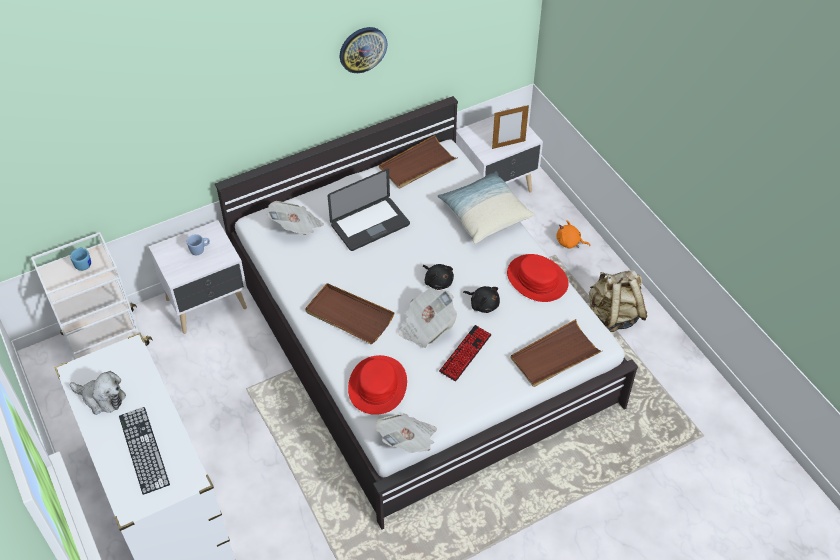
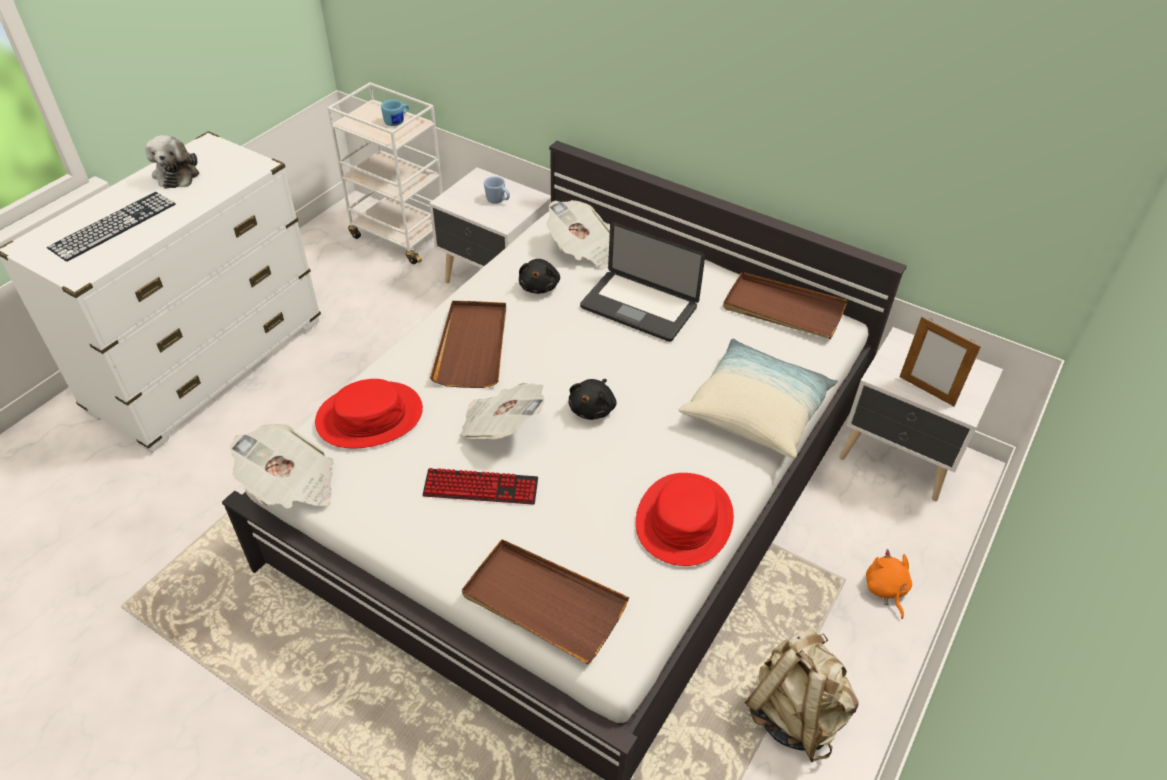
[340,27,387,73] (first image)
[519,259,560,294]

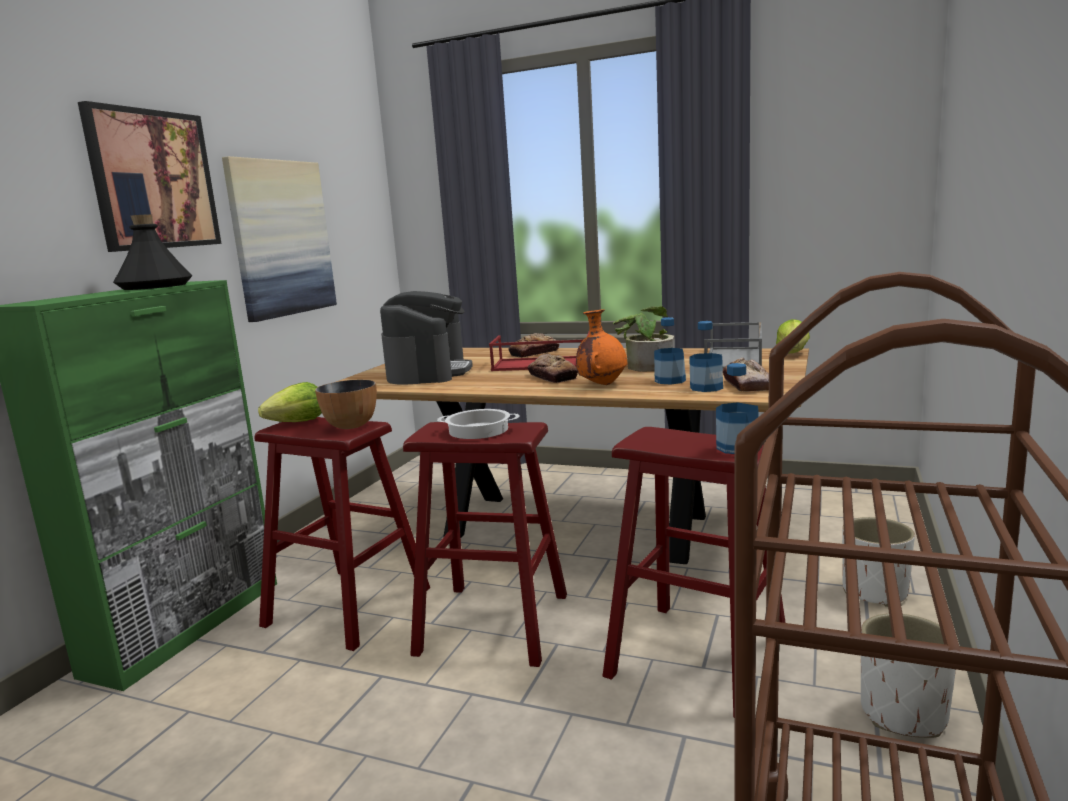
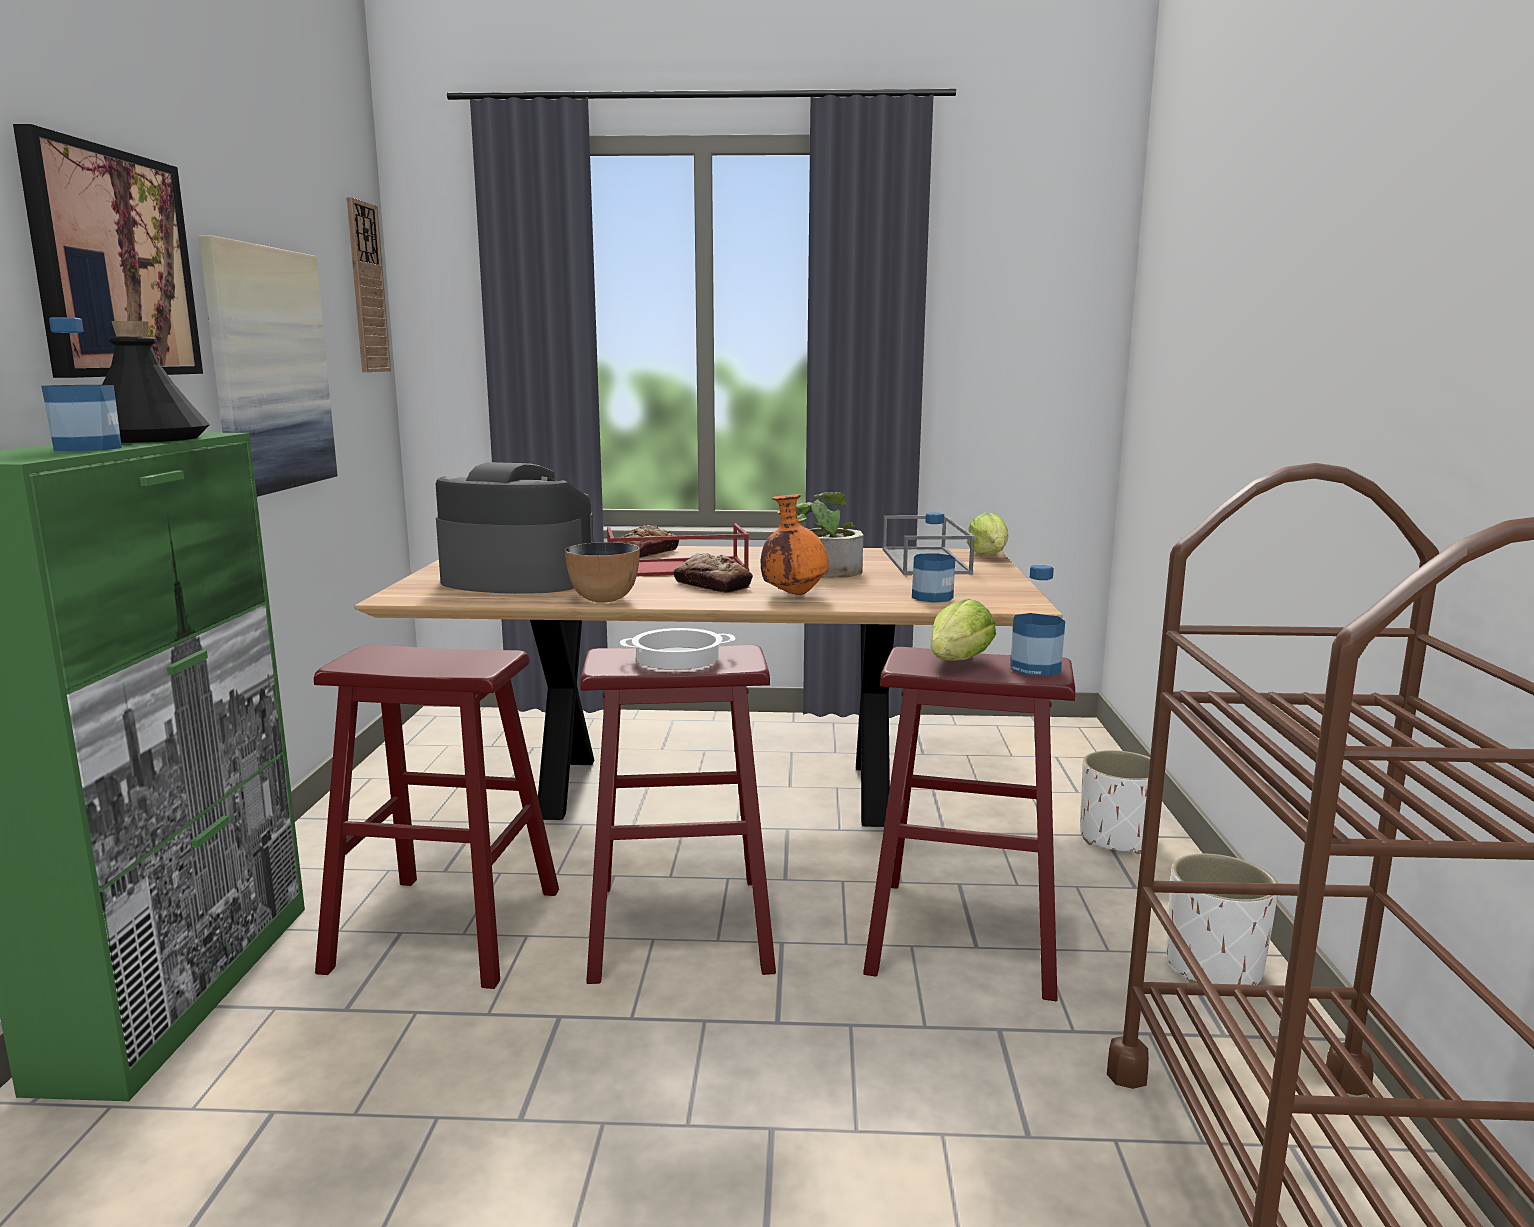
[930,598,996,661]
[565,542,640,602]
[436,462,594,594]
[41,317,122,451]
[723,358,769,392] (first image)
[347,197,391,372]

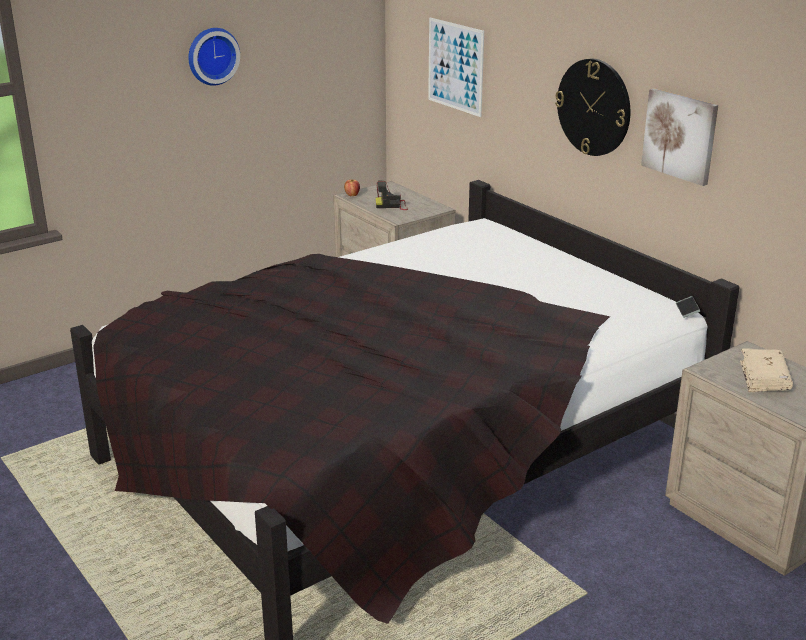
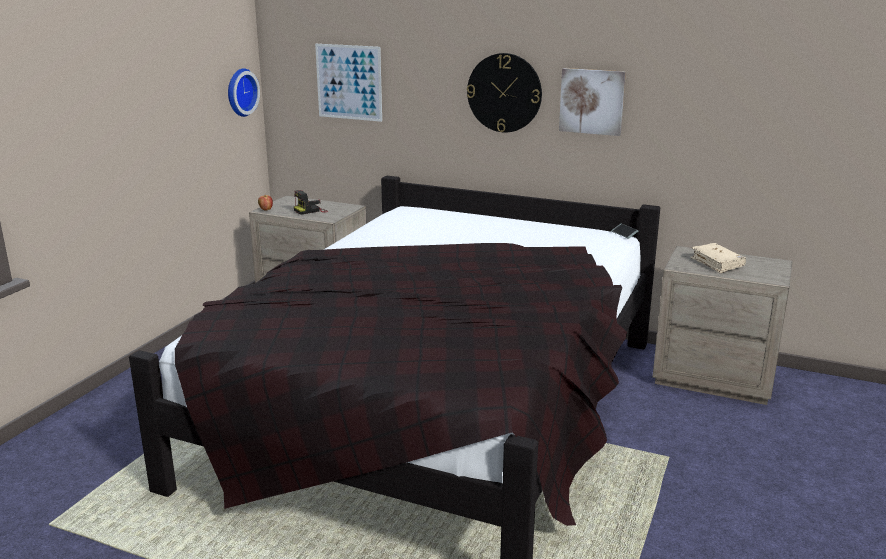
[228,68,260,117]

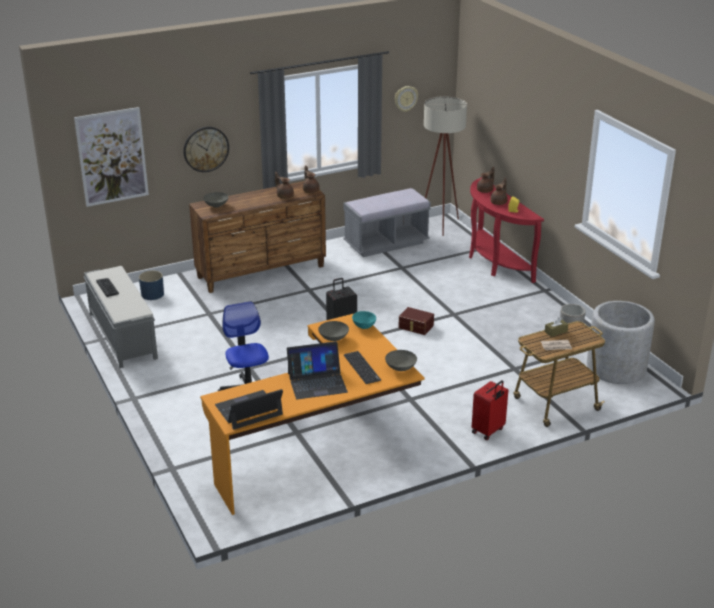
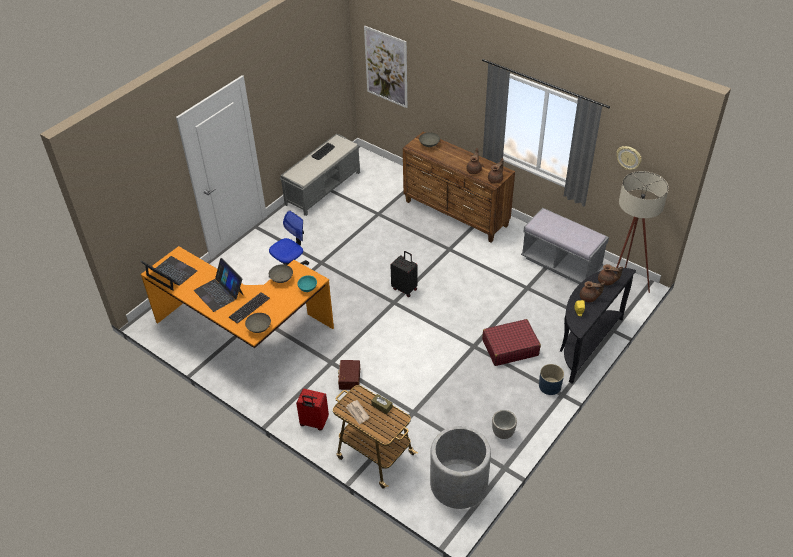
[539,364,564,395]
[183,127,229,172] (first image)
[338,360,360,390]
[560,268,636,384]
[482,319,541,366]

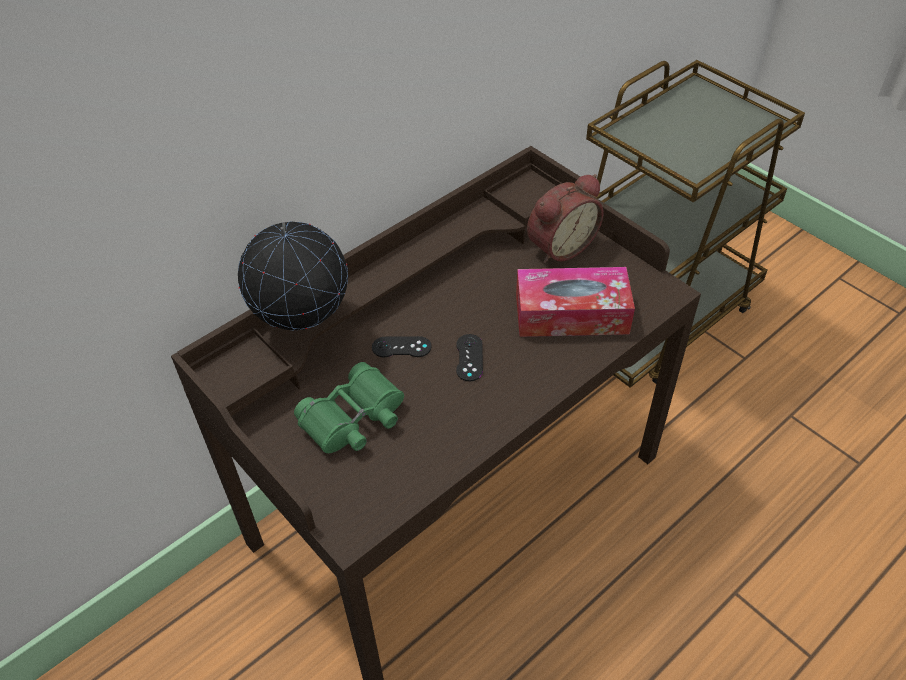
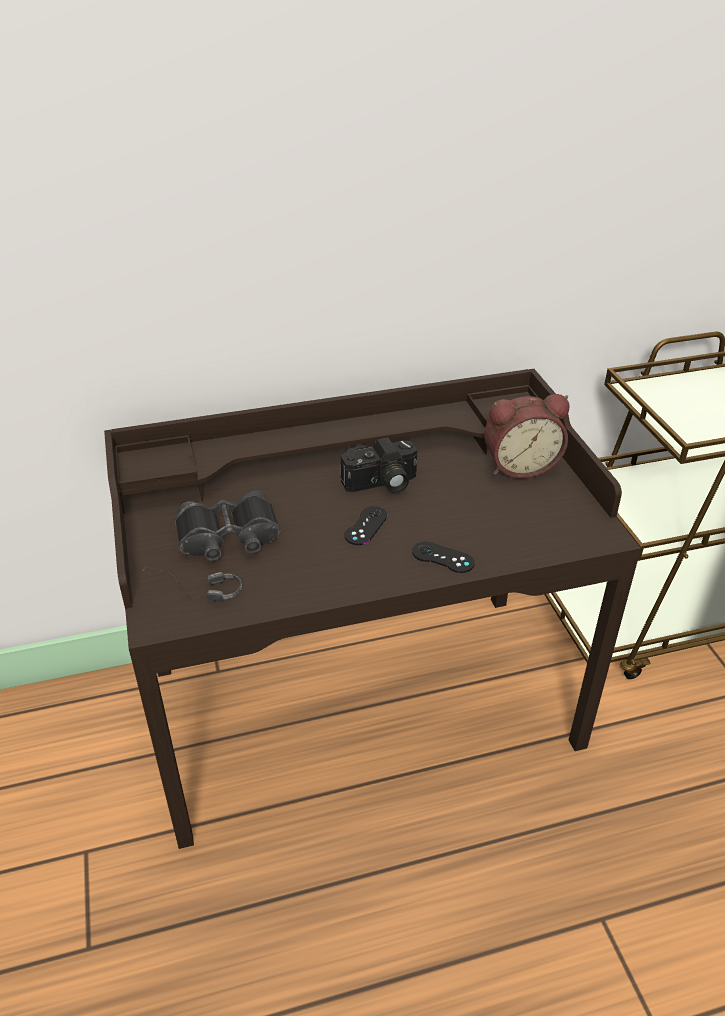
[238,222,348,330] (first image)
[175,490,280,561]
[412,542,475,573]
[516,267,635,337] (first image)
[142,566,242,601]
[341,437,417,493]

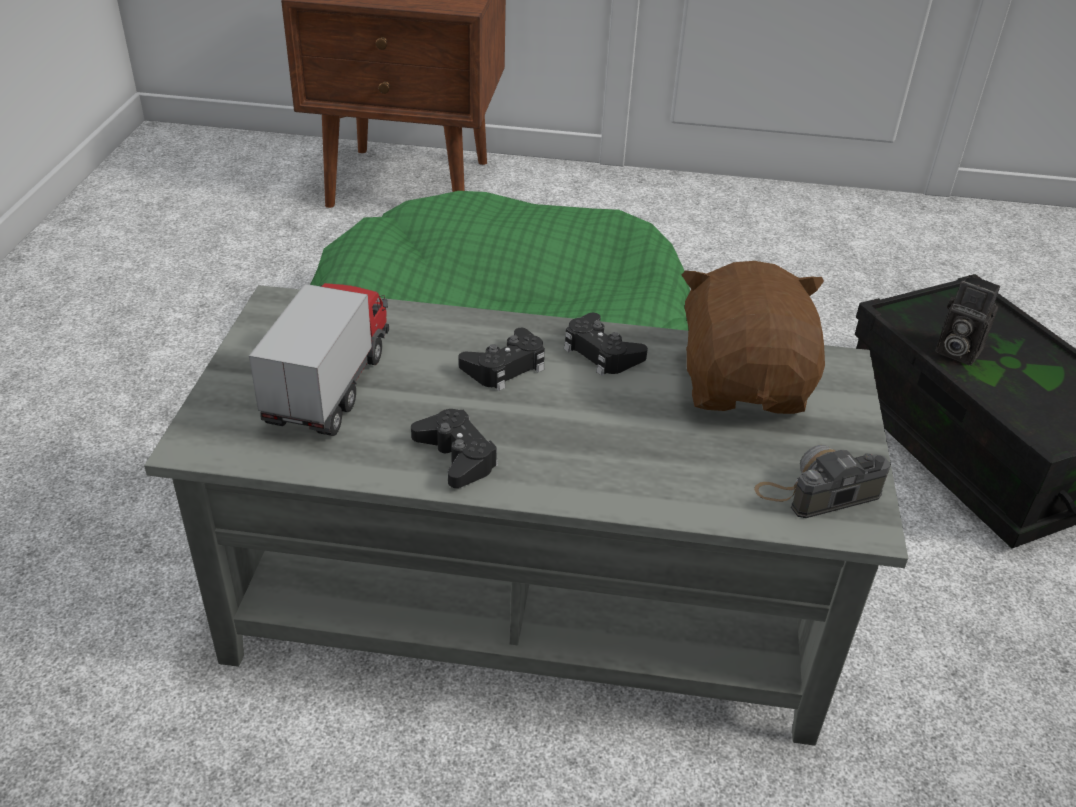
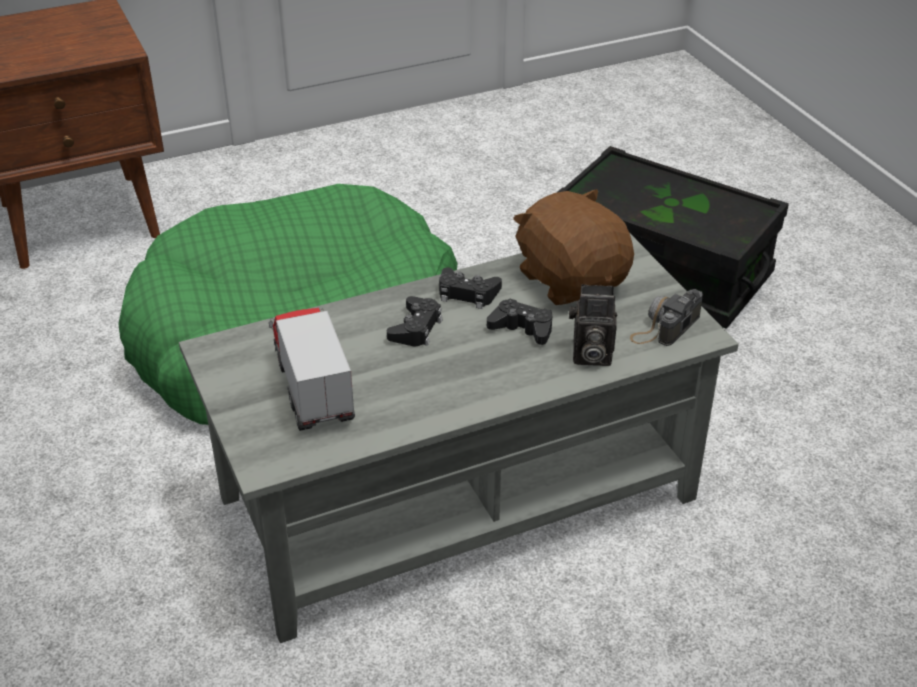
[487,298,552,345]
[569,284,617,366]

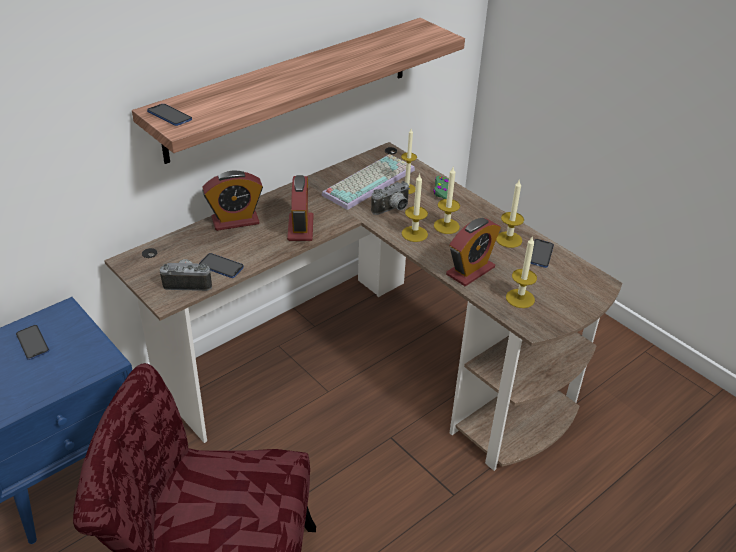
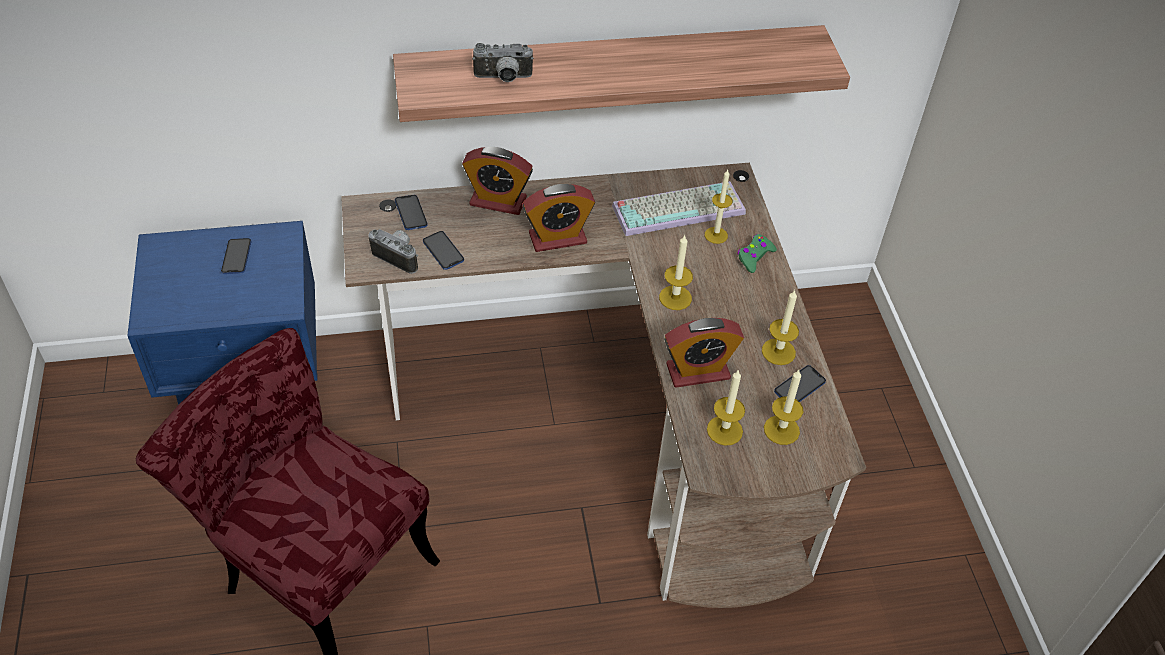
[395,195,428,230]
[523,184,595,252]
[472,43,534,82]
[764,370,803,445]

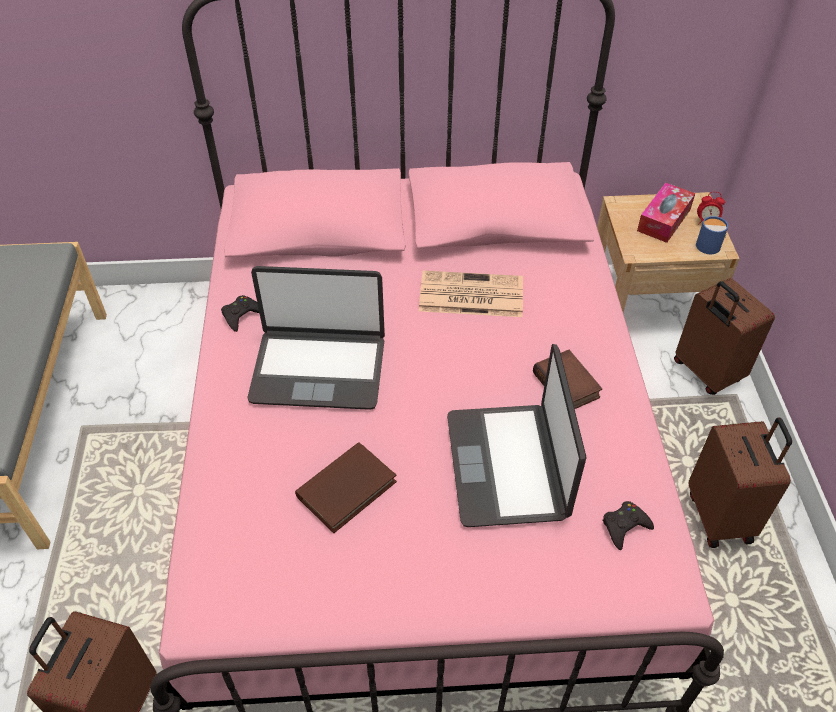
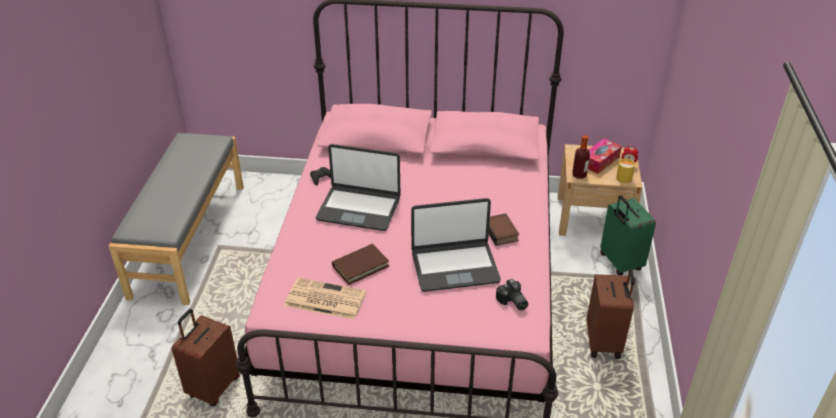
[285,278,366,320]
[411,198,501,292]
[496,279,528,310]
[600,195,656,275]
[616,159,635,183]
[572,135,590,179]

